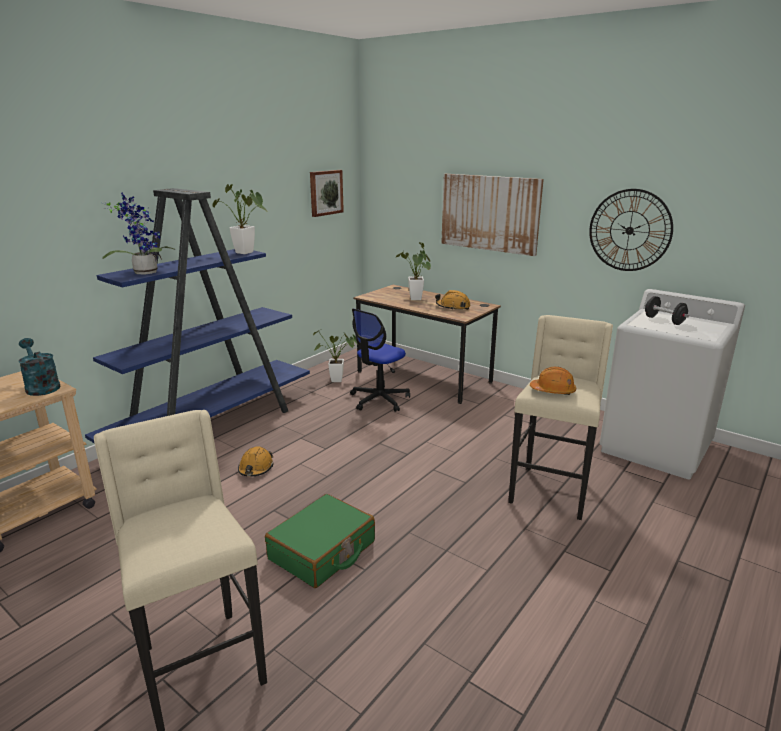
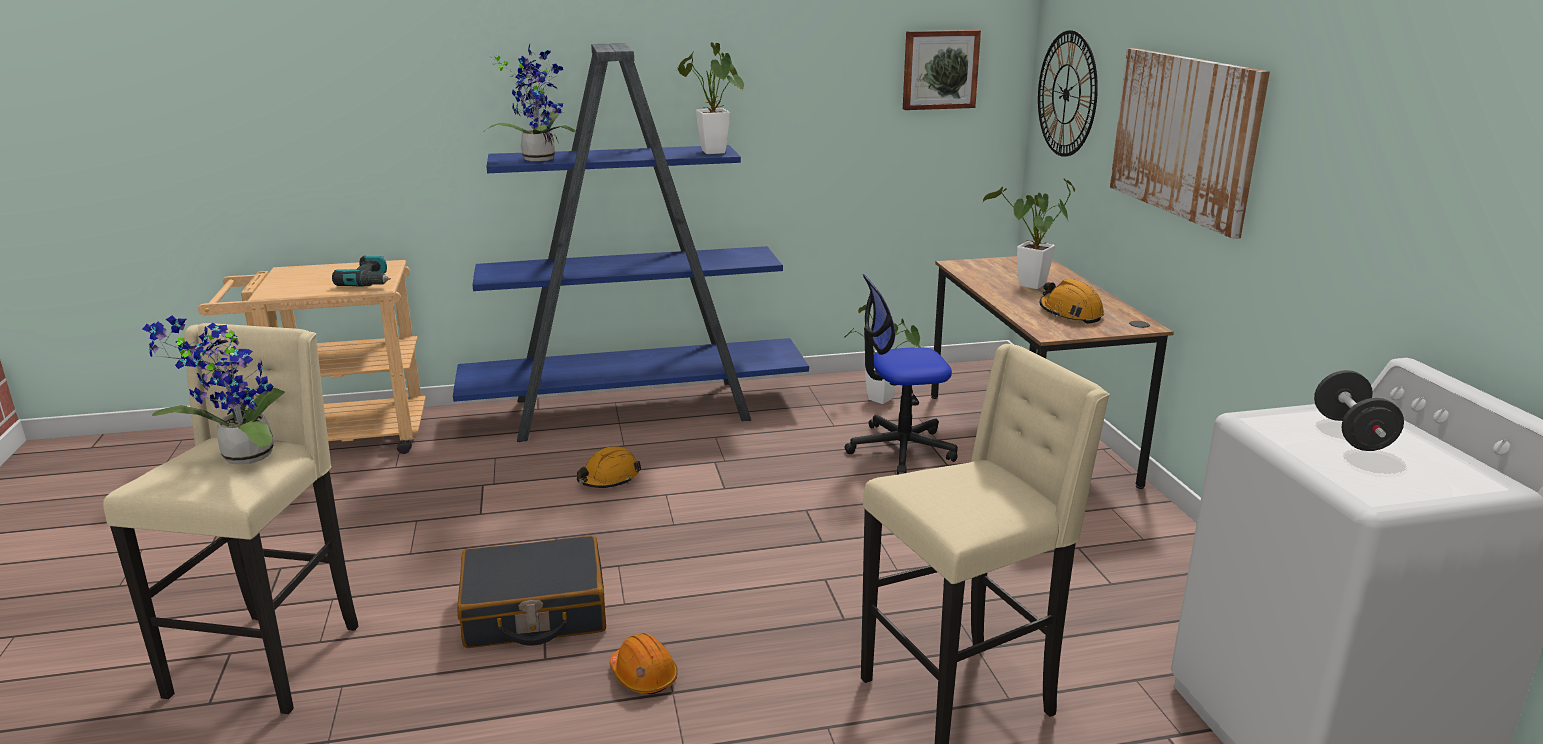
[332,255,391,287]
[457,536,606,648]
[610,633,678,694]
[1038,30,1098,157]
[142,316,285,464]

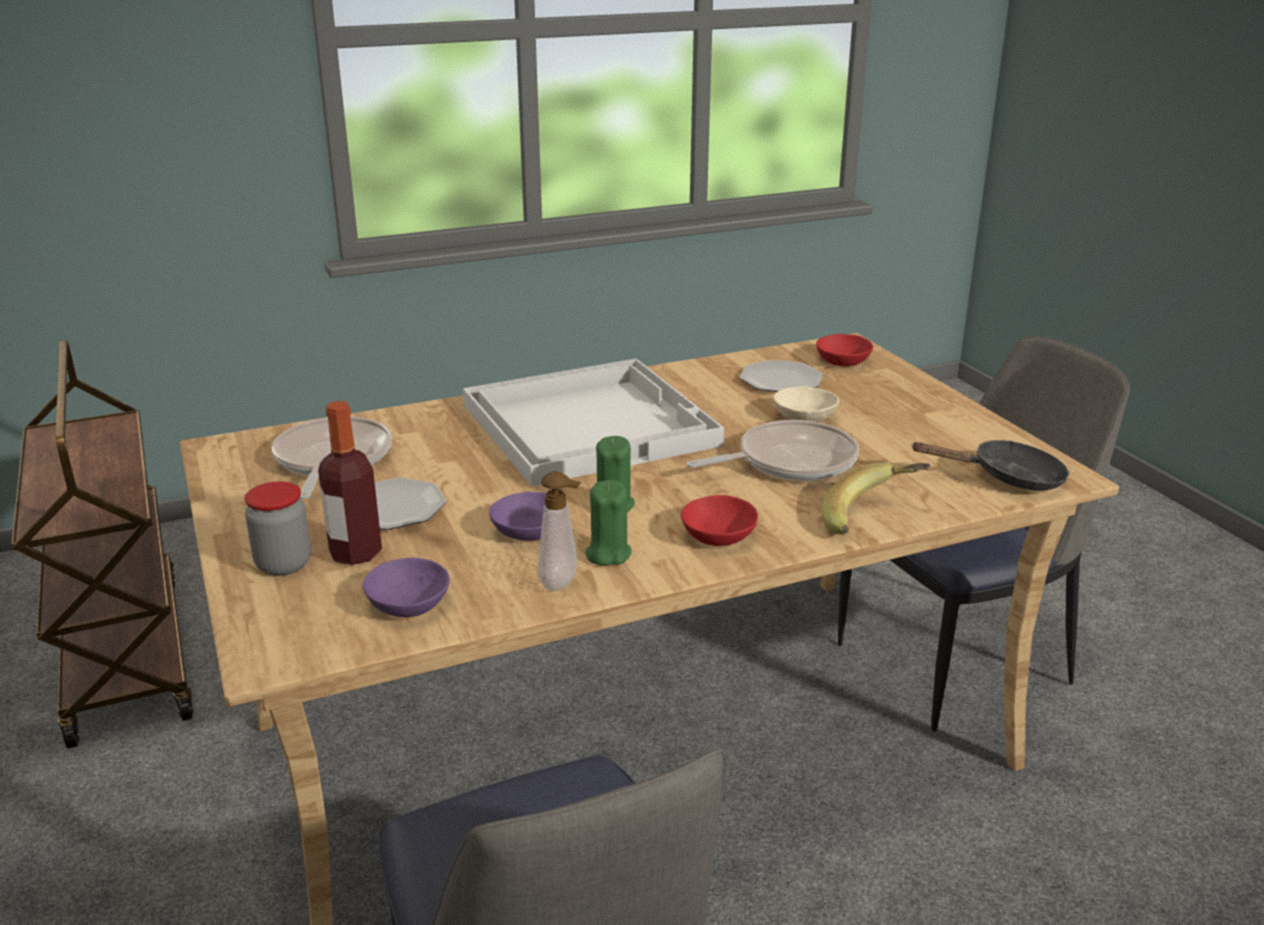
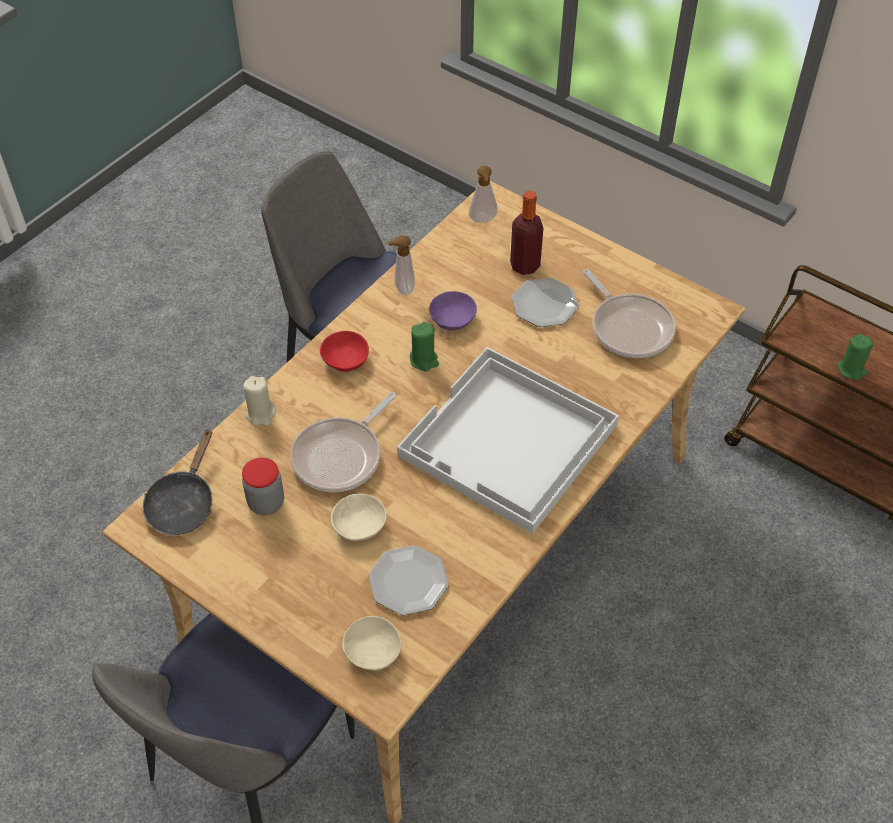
[242,457,284,515]
[362,558,450,617] (first image)
[837,334,874,380]
[342,616,401,671]
[243,376,276,426]
[143,428,212,535]
[469,166,498,223]

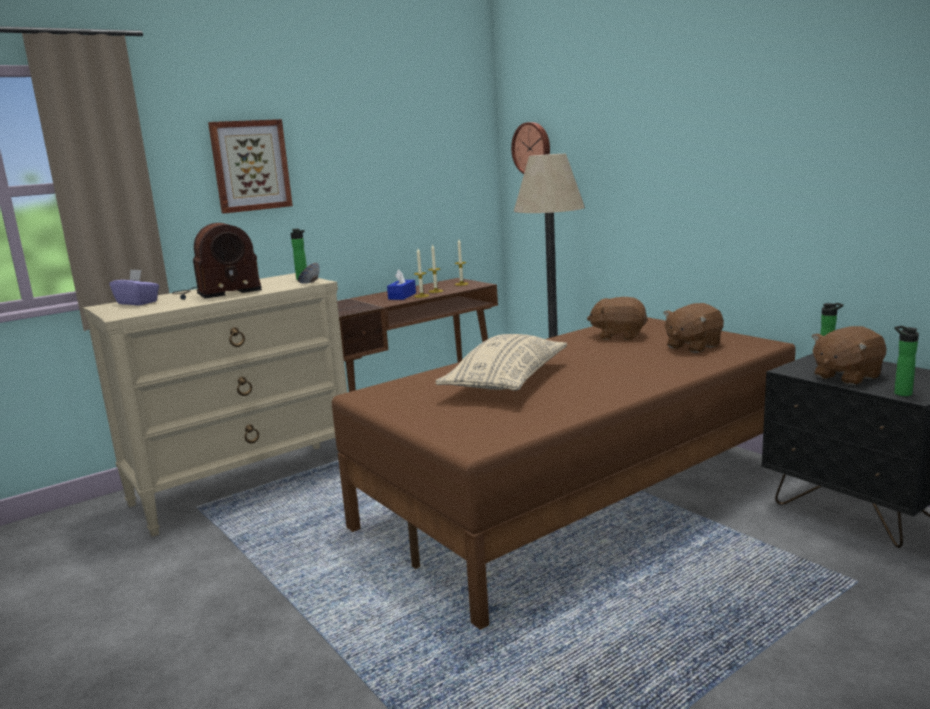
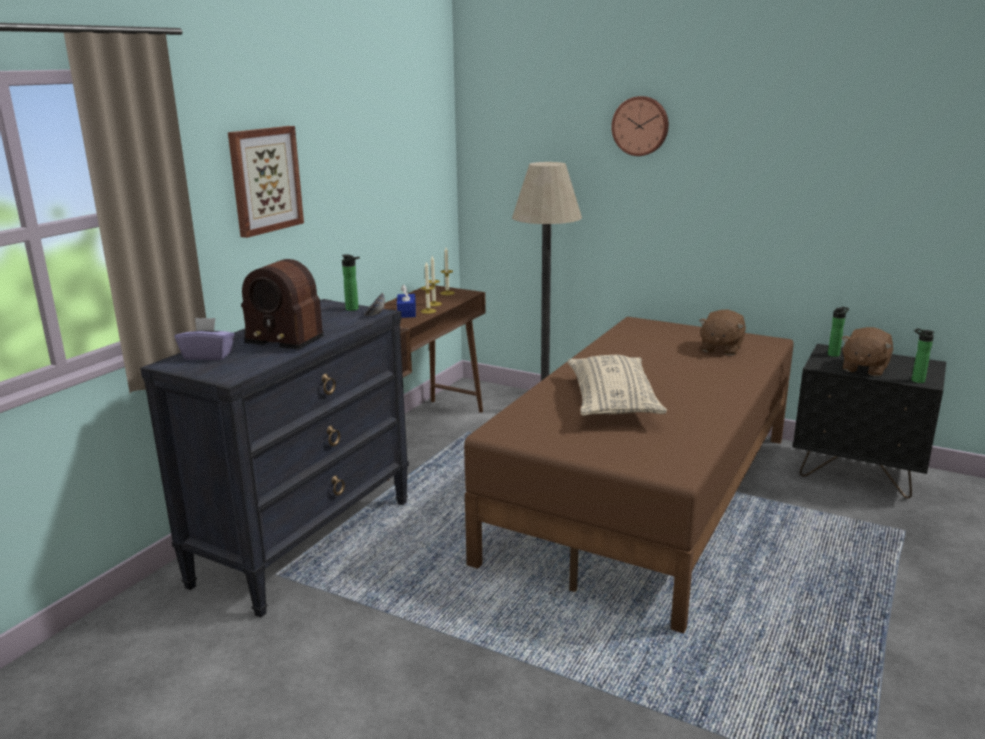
[140,299,409,618]
[241,259,324,350]
[612,96,669,156]
[587,297,648,340] (first image)

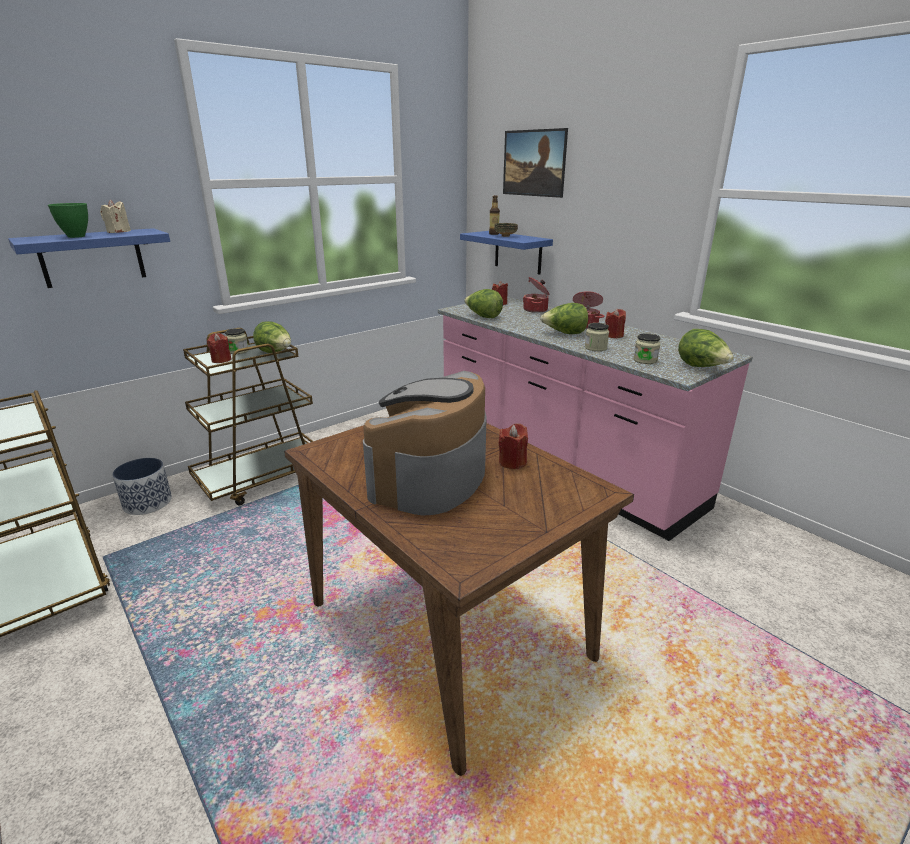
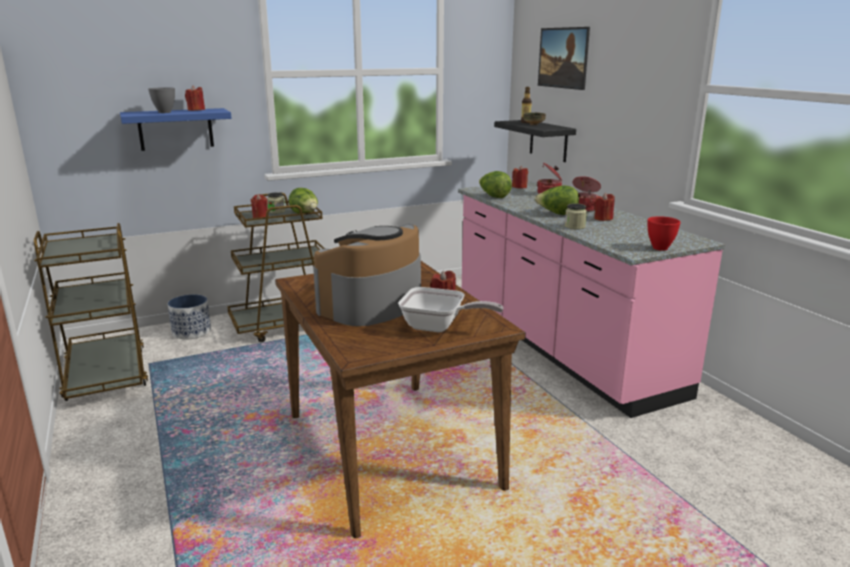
[148,87,175,113]
[185,85,205,111]
[494,120,576,162]
[633,333,661,364] (first image)
[648,216,681,251]
[398,287,503,332]

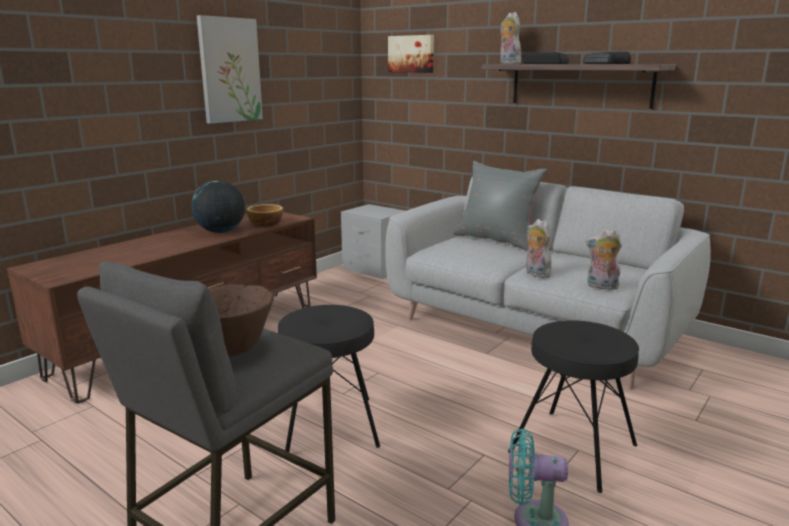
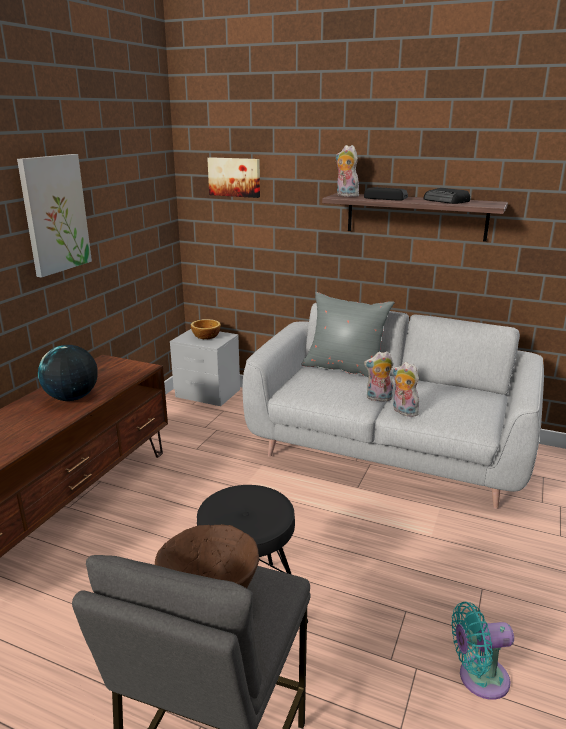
[191,319,221,339]
[508,320,639,493] (first image)
[364,351,394,402]

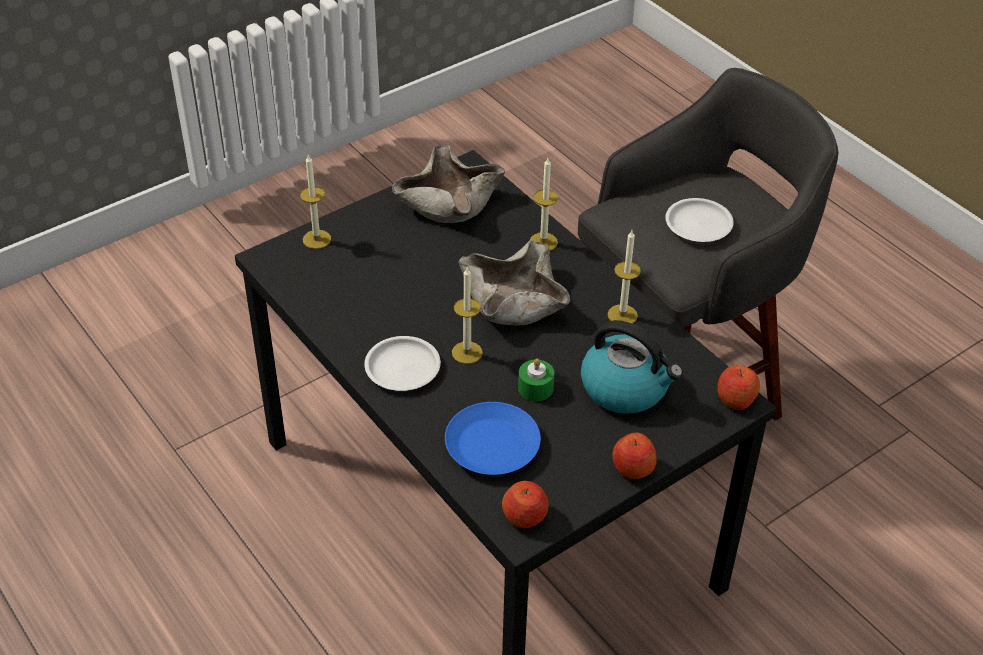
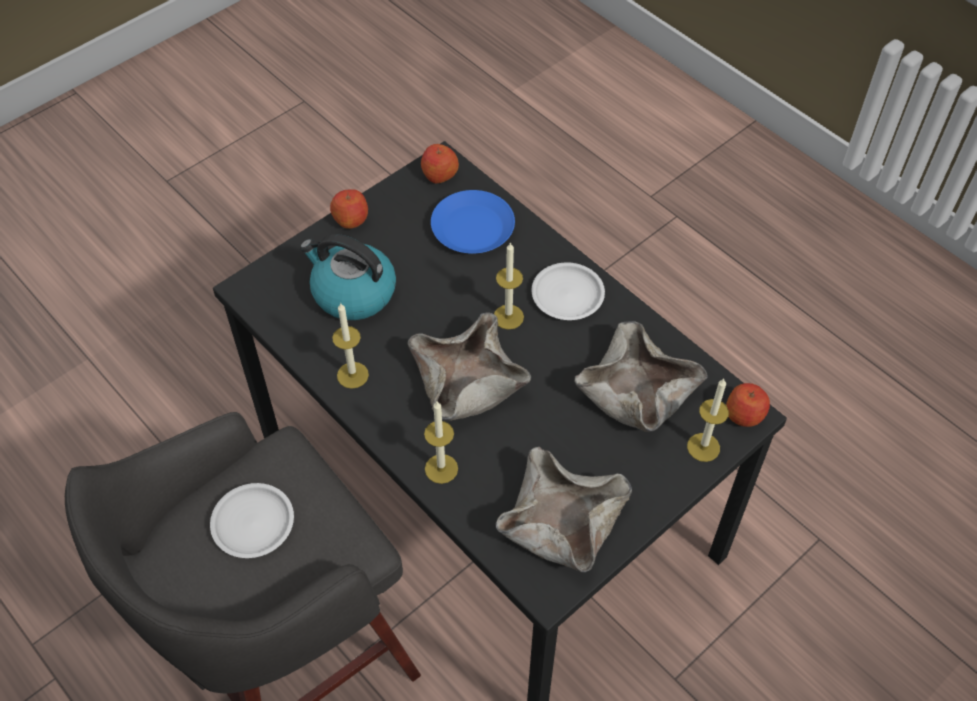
[518,358,554,401] (first image)
[726,383,770,427]
[574,321,708,432]

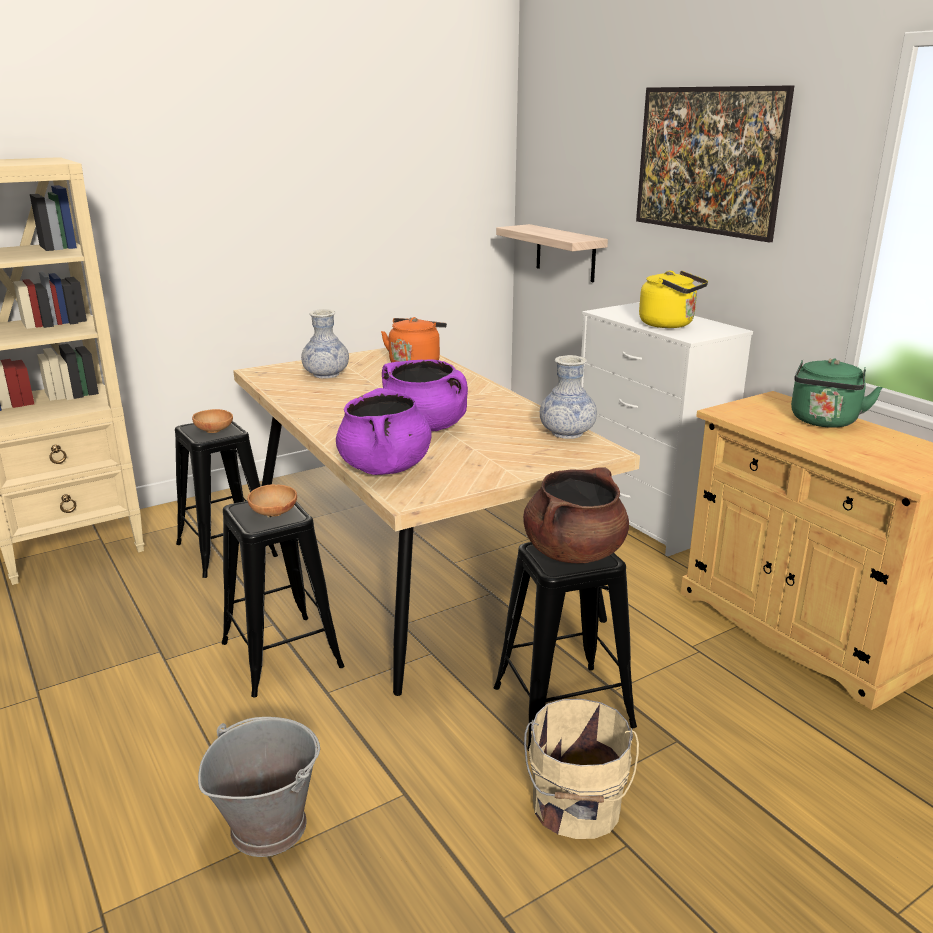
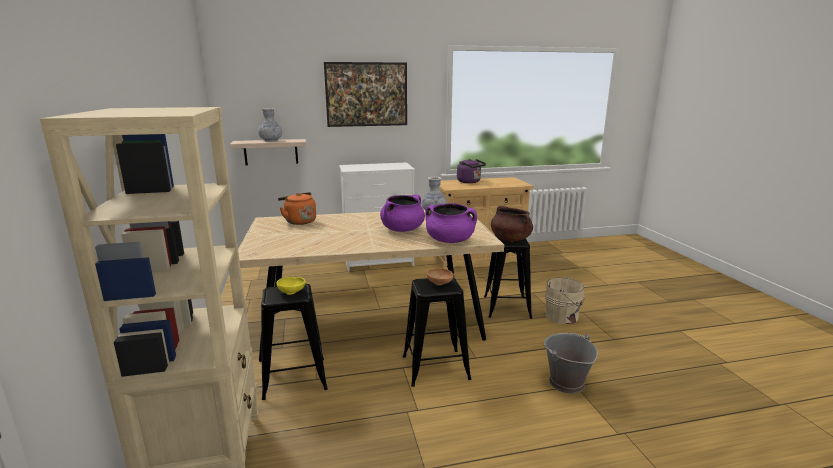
[276,277,306,295]
[258,108,282,142]
[639,271,708,328] (first image)
[457,159,486,183]

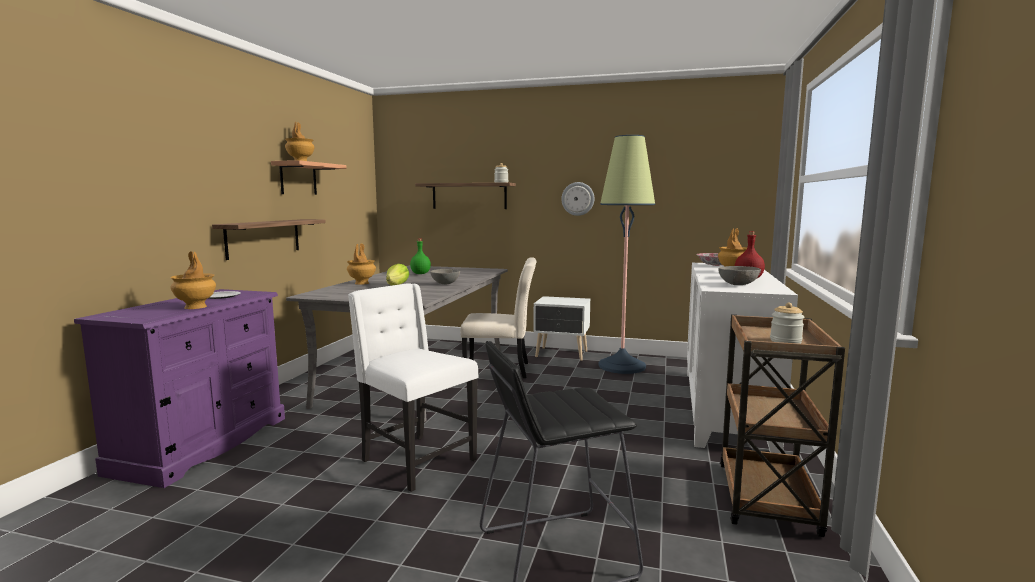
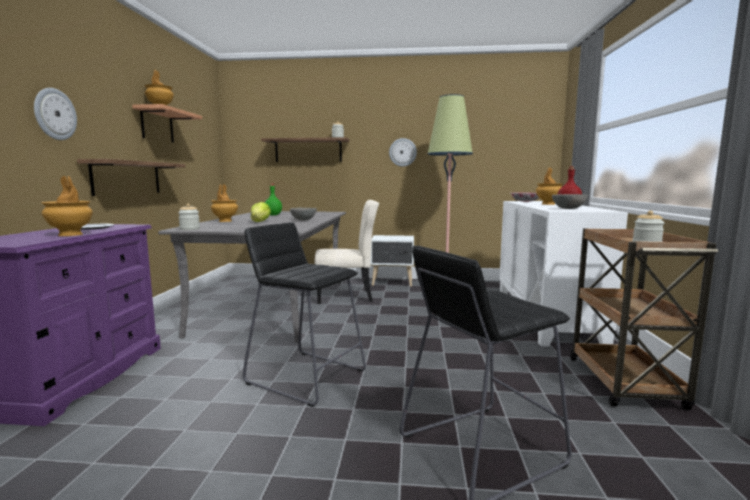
[243,223,366,407]
[34,88,77,140]
[178,204,200,230]

